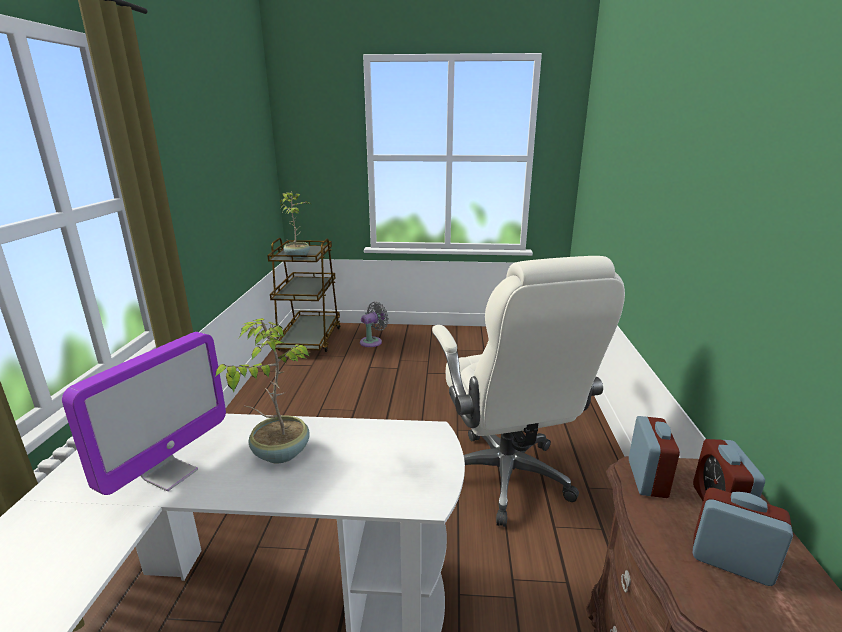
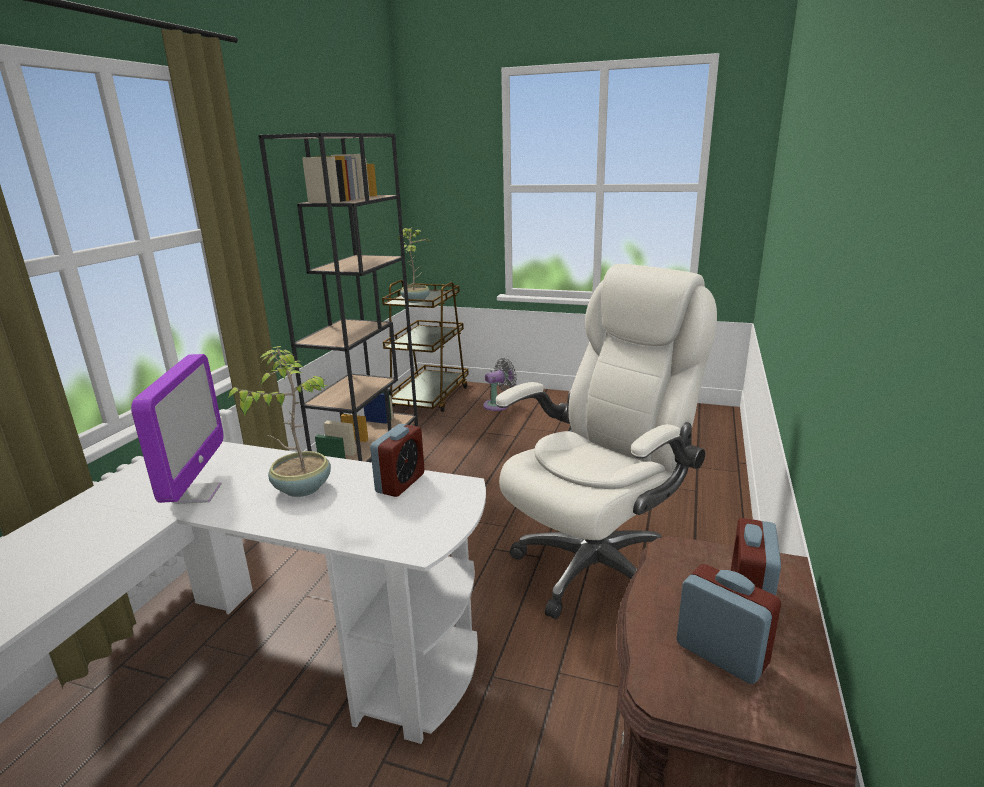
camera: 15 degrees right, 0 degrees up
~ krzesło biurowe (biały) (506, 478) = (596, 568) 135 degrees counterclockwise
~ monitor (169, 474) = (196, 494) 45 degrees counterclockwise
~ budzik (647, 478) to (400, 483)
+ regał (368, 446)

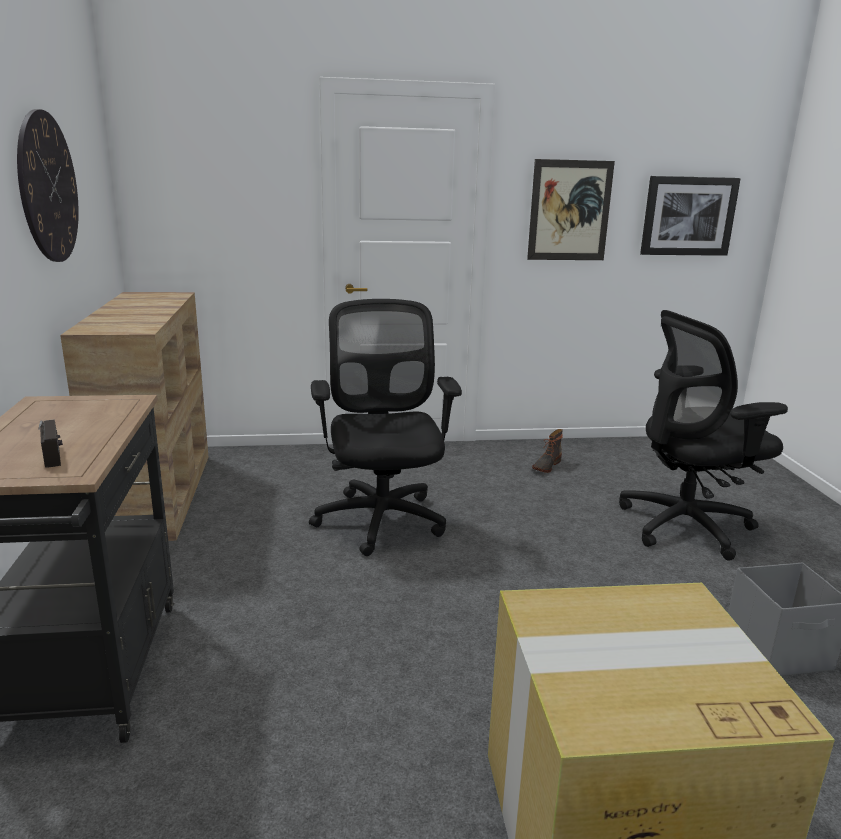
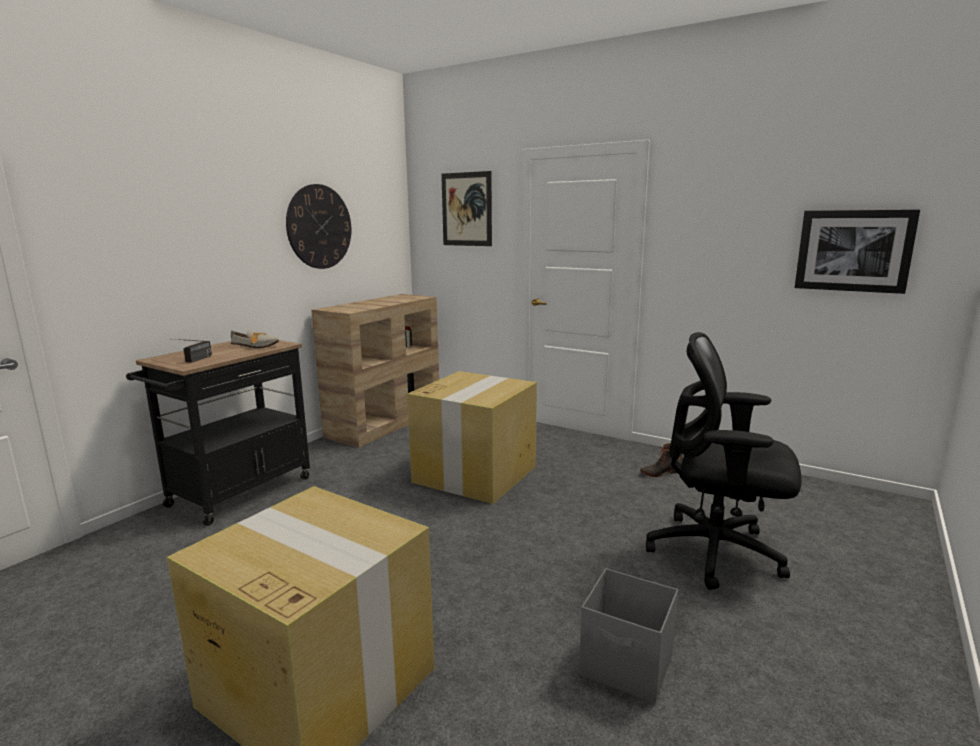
camera: 40 degrees right, 5 degrees down
~ obraz (569, 211) to (466, 209)
~ krzesło biurowe (czarny) (383, 524) to karton (476, 473)
+ but (256, 346)

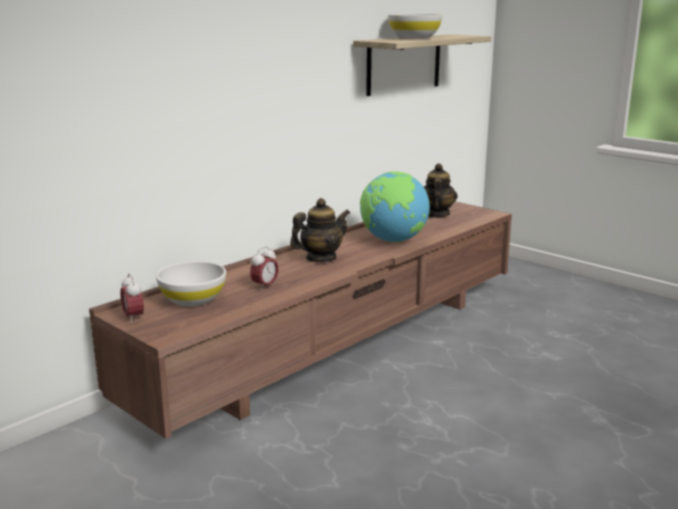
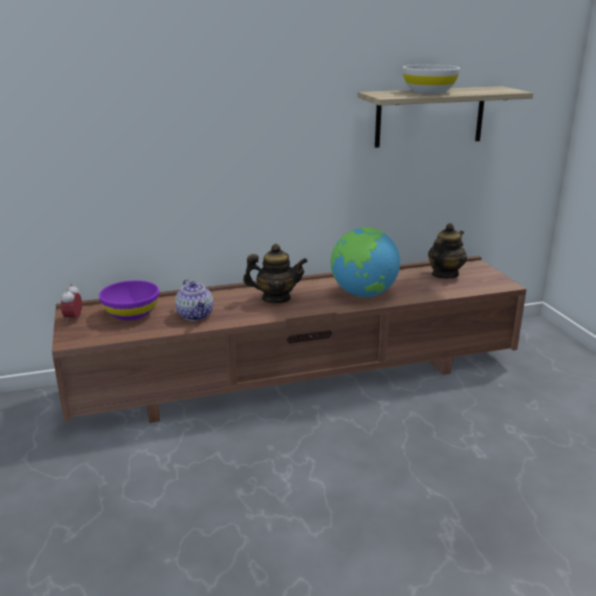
camera: 30 degrees right, 5 degrees up
~ budzik (265, 286) to imbryk (196, 315)
~ miska (biały) (193, 299) to miska (fioletowy) (131, 314)

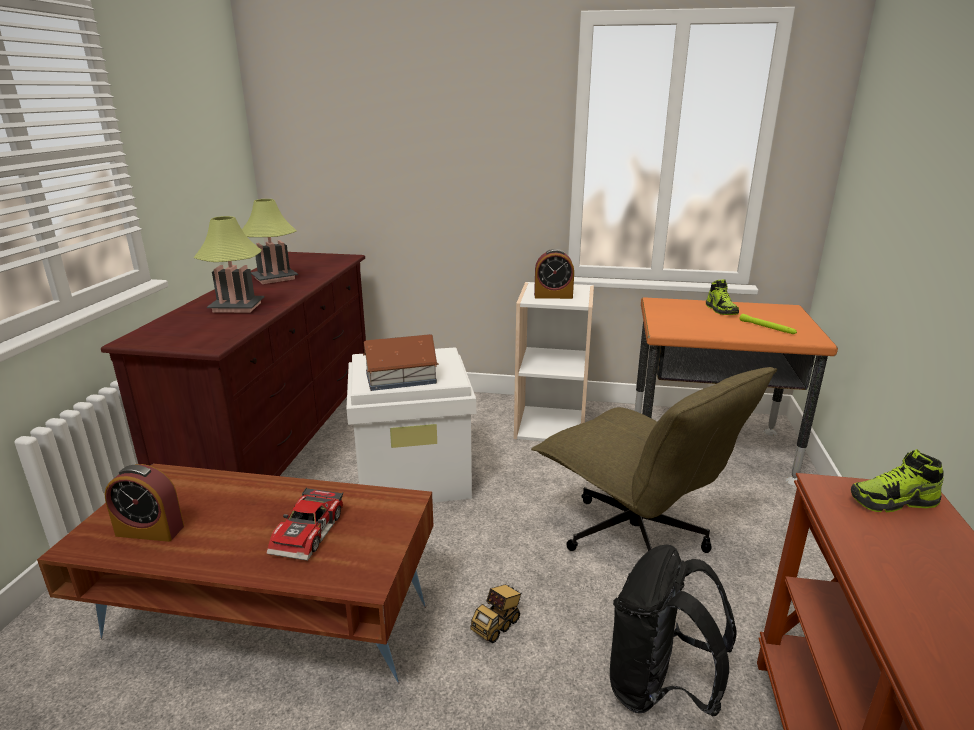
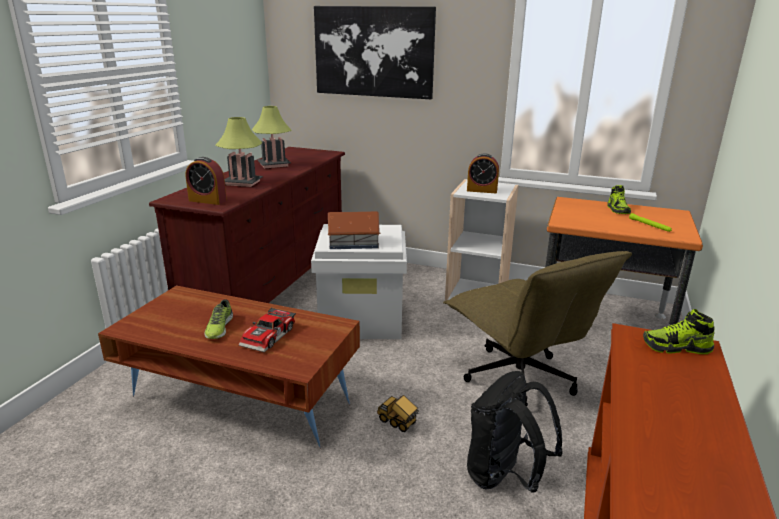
camera: 10 degrees right, 0 degrees up
~ budzik (150, 530) to (207, 200)
~ ciężarówka zabawkowa (497, 625) = (398, 422) 75 degrees clockwise
+ obraz (373, 52)
+ but (219, 328)

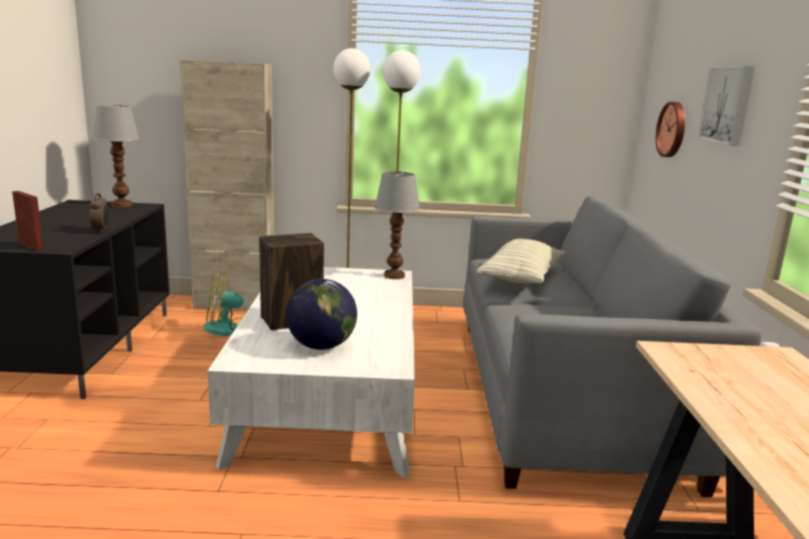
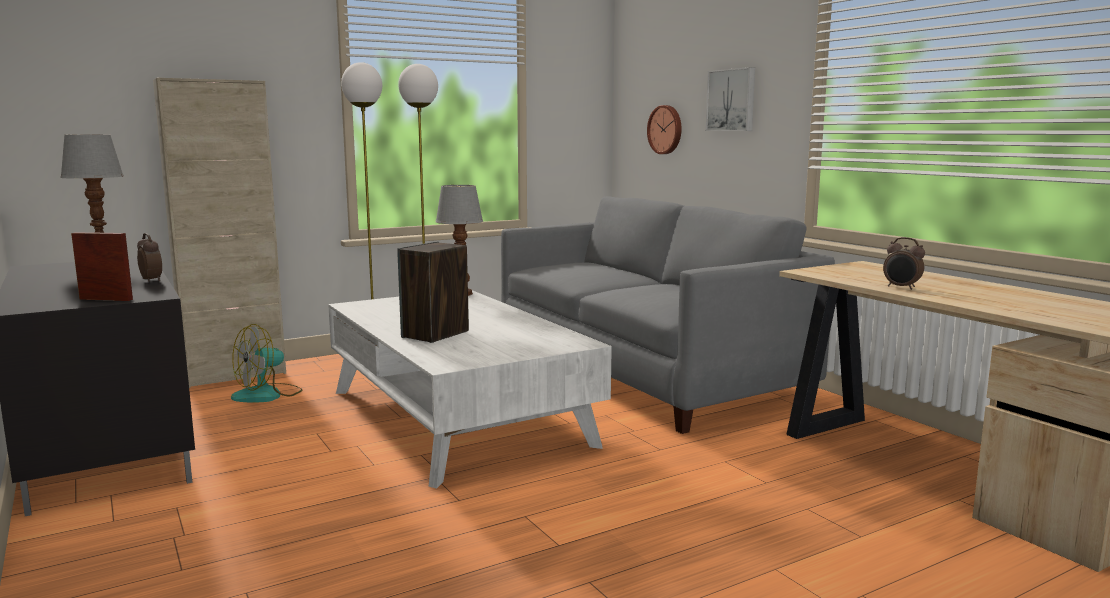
camera: 30 degrees left, 5 degrees down
- poduszka (521, 278)
- globus (321, 346)
+ budzik (901, 287)

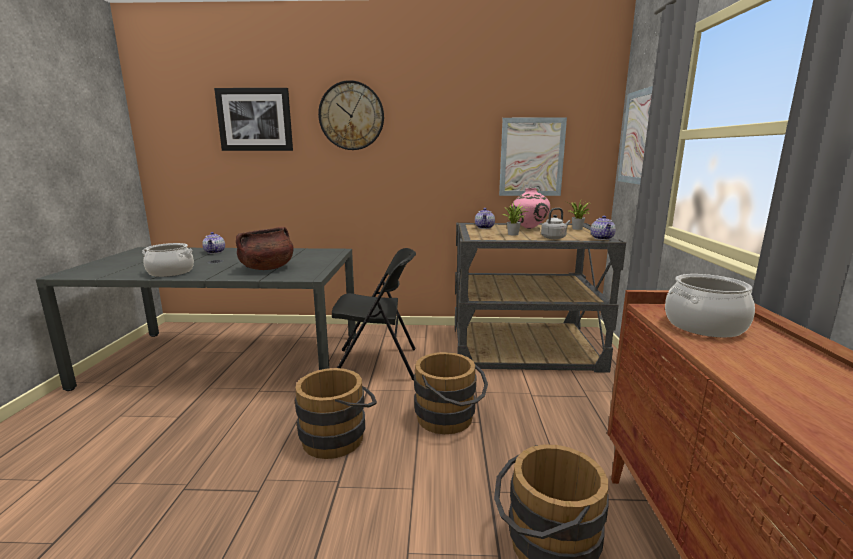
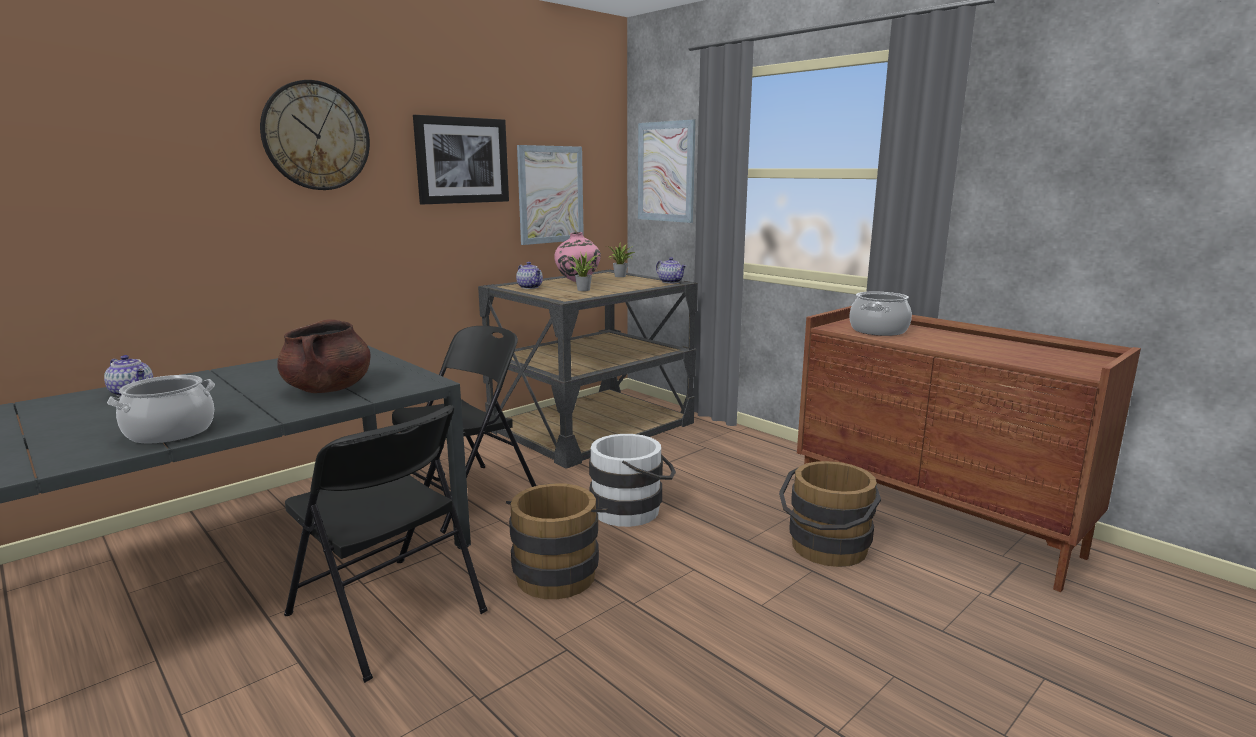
camera: 45 degrees left, 0 degrees up
~ obraz (255, 120) to (462, 160)
- czajnik (szary) (554, 238)
~ wiadro (brązowy) (449, 419) to wiadro (biały) (633, 510)
+ krzesło (czarny) (386, 614)

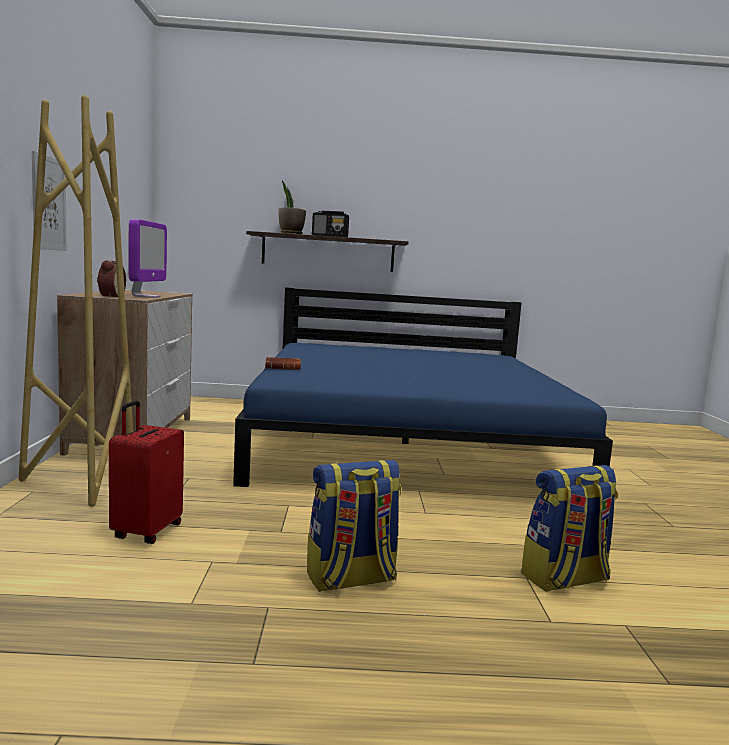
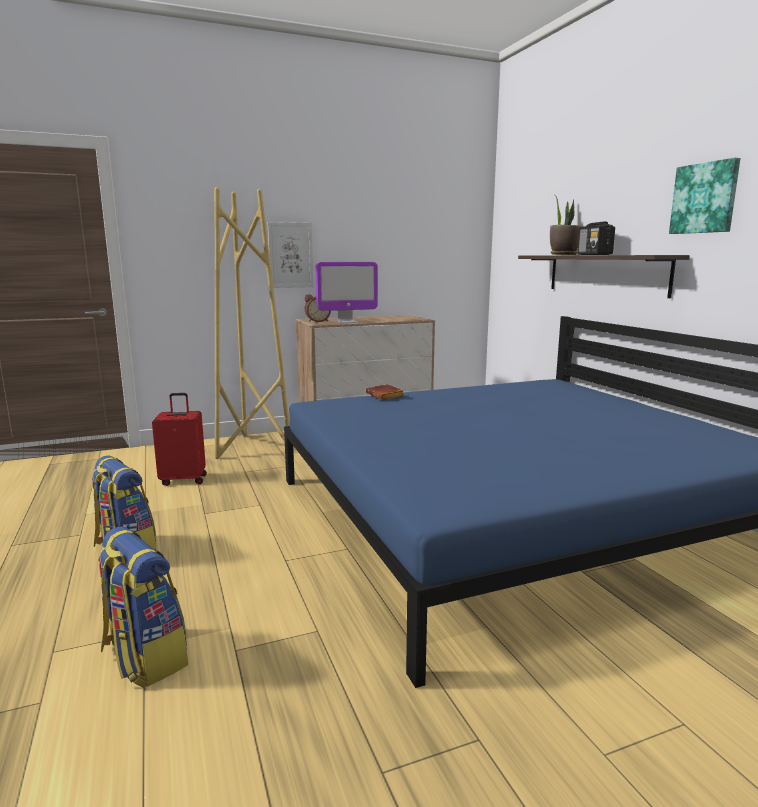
camera: 70 degrees right, 5 degrees up
+ obraz (705, 198)

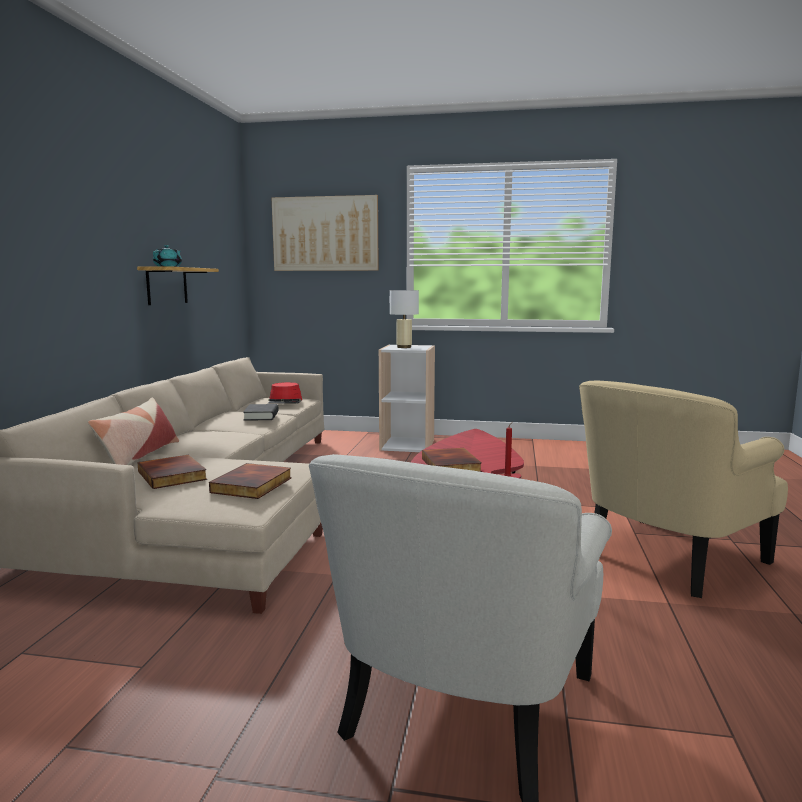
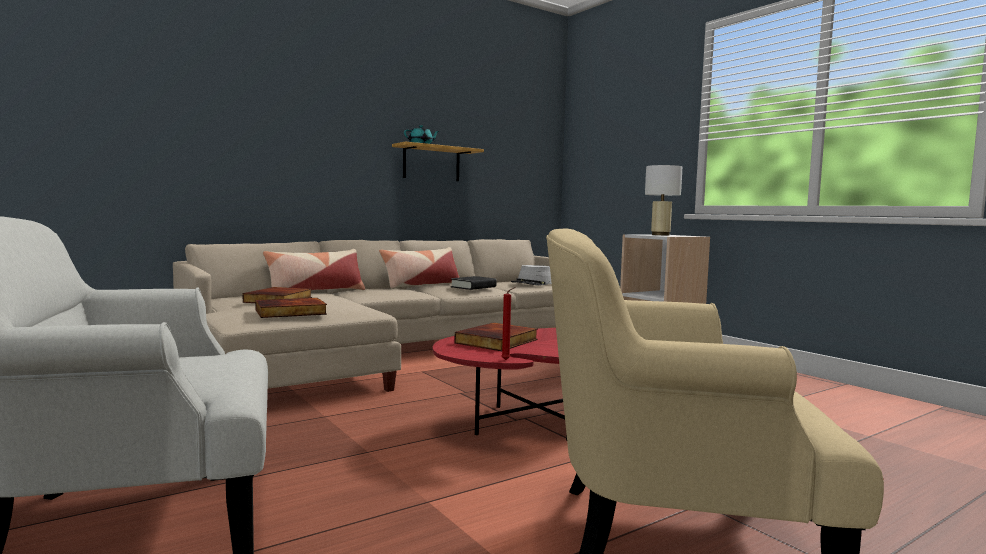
camera: 45 degrees right, 5 degrees down
- obraz (325, 234)
~ kapelusz (czerwony) (285, 401) to kapelusz (szary) (533, 283)
+ poduszka (421, 286)

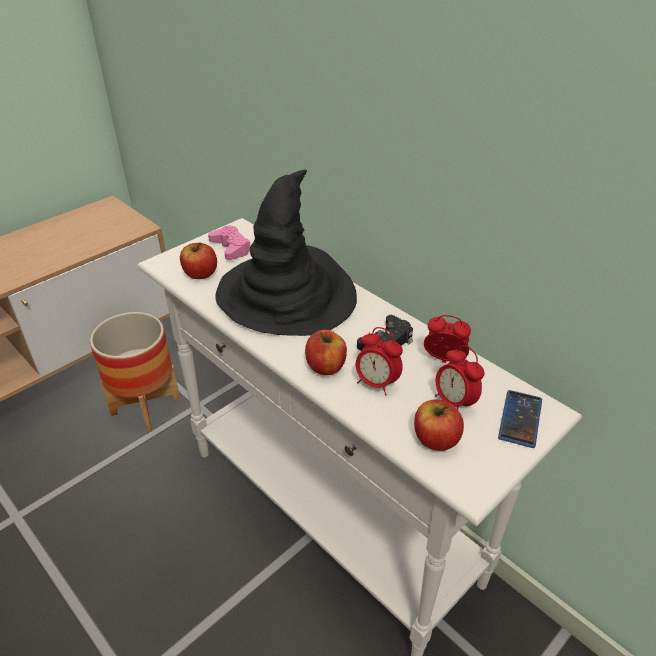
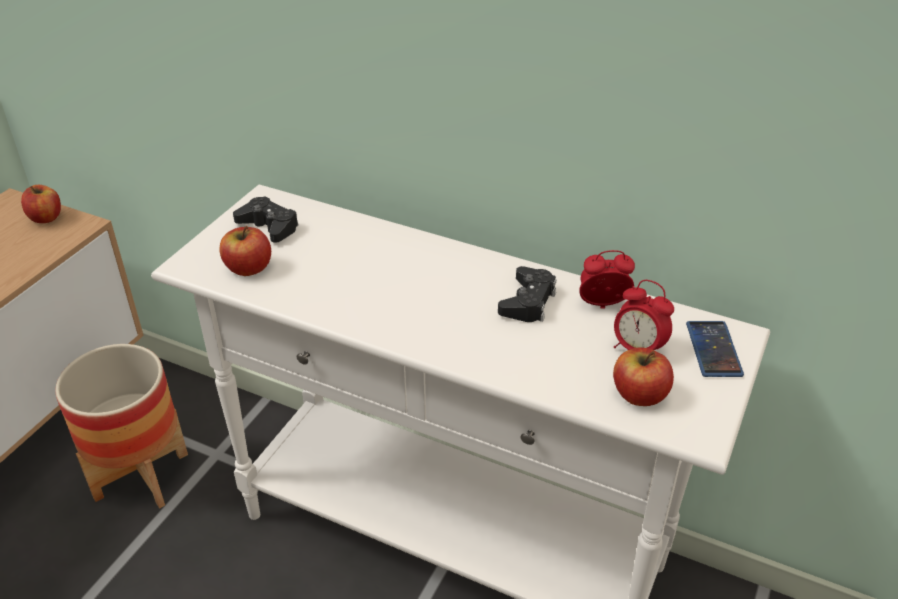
camera: 20 degrees left, 0 degrees up
- kapelusz (czarny) (287, 295)
~ pad do gier (różowy) (231, 248) to pad do gier (czarny) (269, 226)
- budzik (376, 383)
~ jabłko (326, 366) to (46, 218)

